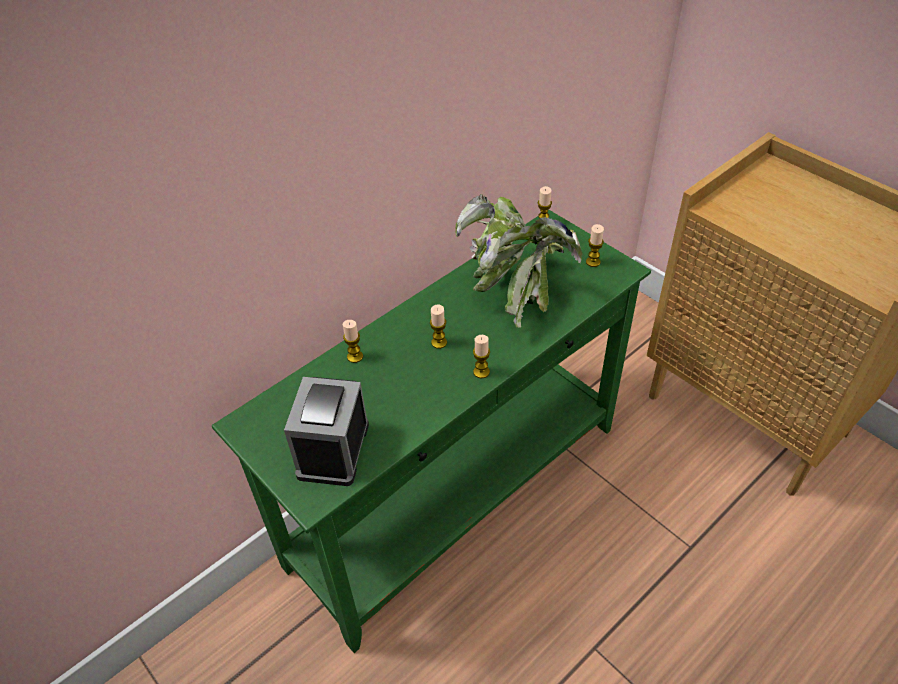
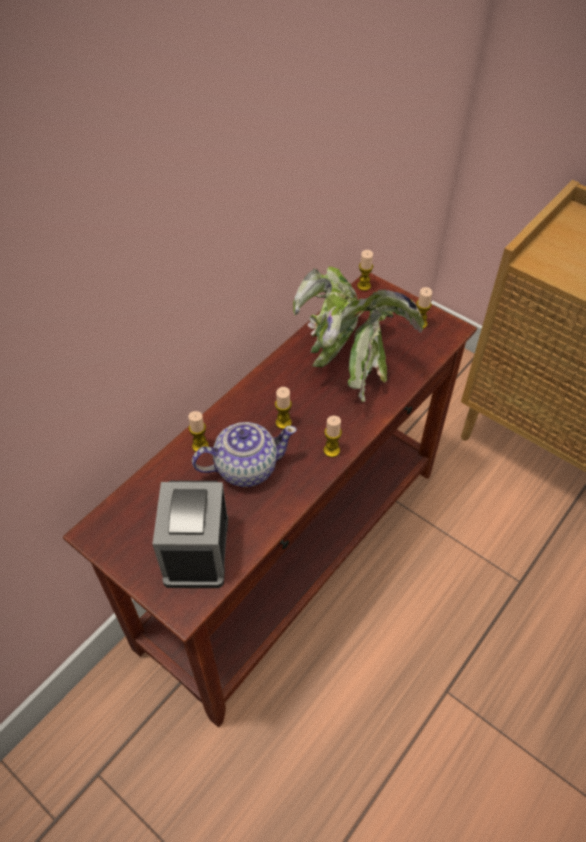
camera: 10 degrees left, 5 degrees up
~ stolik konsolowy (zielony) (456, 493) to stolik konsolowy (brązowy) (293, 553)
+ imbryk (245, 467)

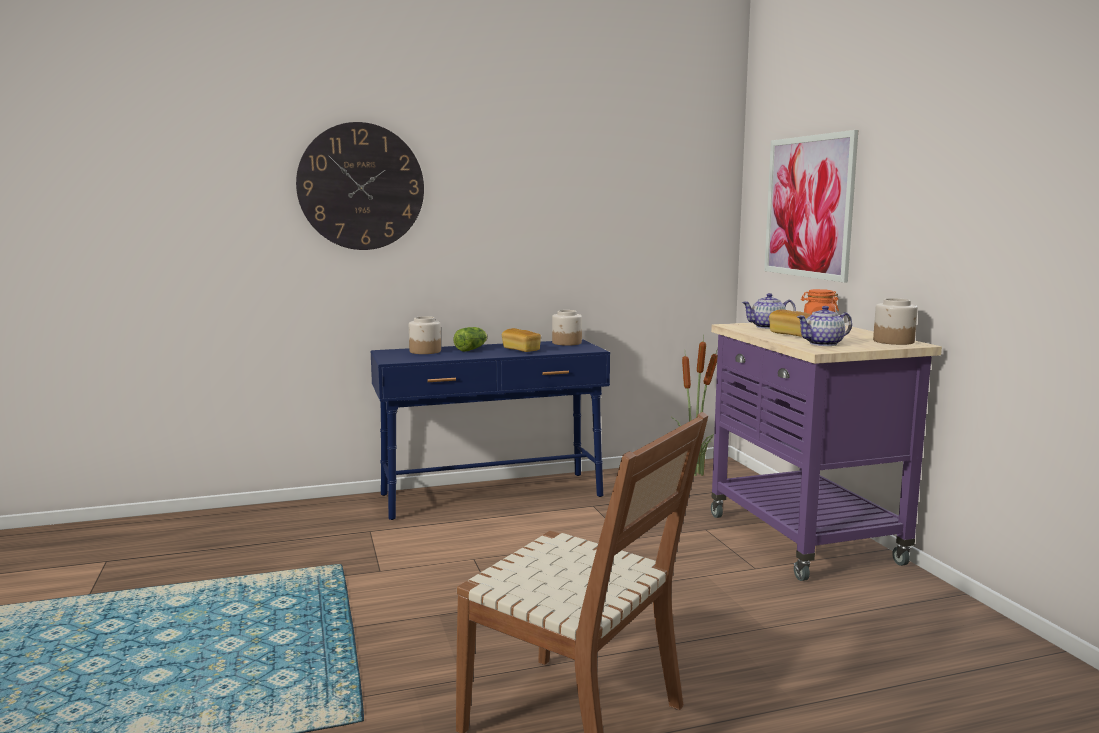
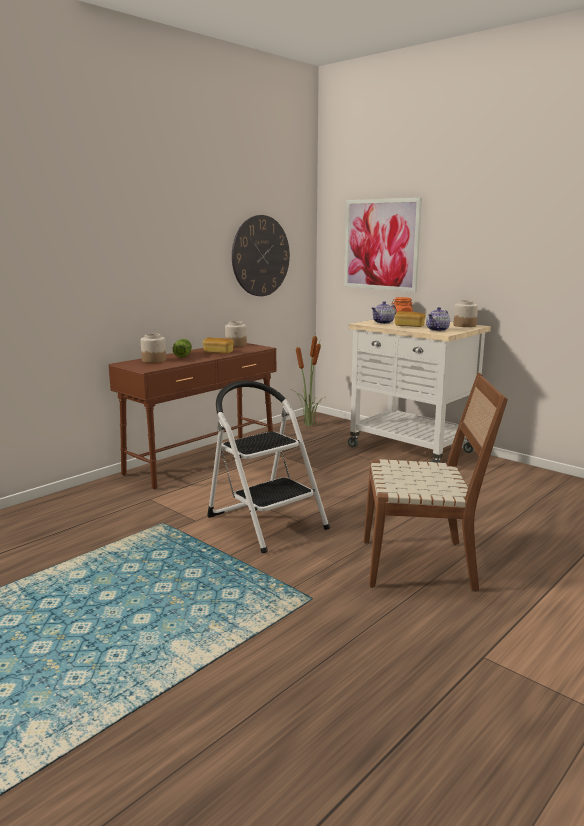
camera: 30 degrees left, 5 degrees up
~ zegar ścienny (361, 187) to (260, 256)
~ wózek (fioletowy) (804, 540) to wózek (biały) (411, 450)
~ stolik konsolowy (niebieski) (492, 496) to stolik konsolowy (brązowy) (202, 461)
+ drabinka (265, 521)

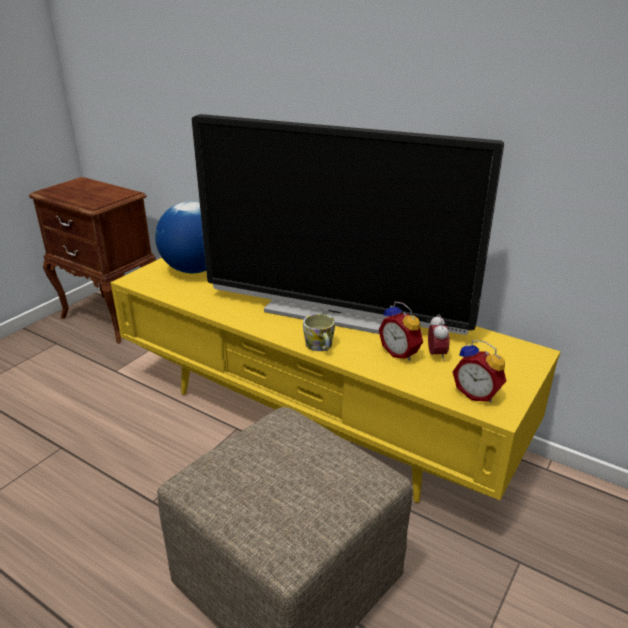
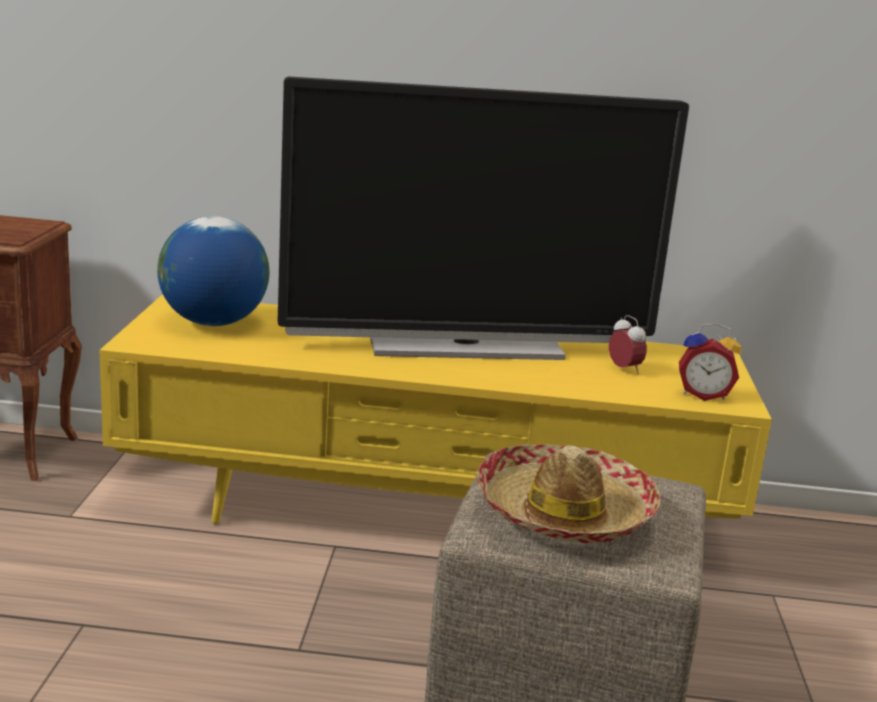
camera: 30 degrees left, 10 degrees down
- budzik (401, 353)
- kubek (320, 347)
+ kapelusz (564, 512)

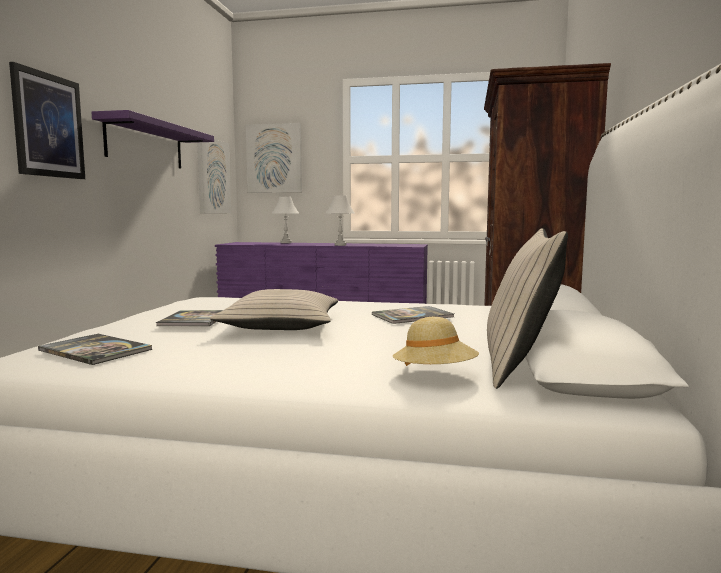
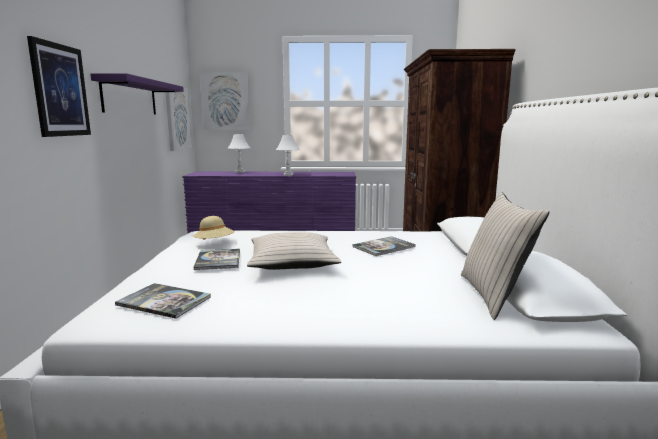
camera: 10 degrees left, 5 degrees up
~ kapelusz (beżowy) (435, 375) to (214, 243)

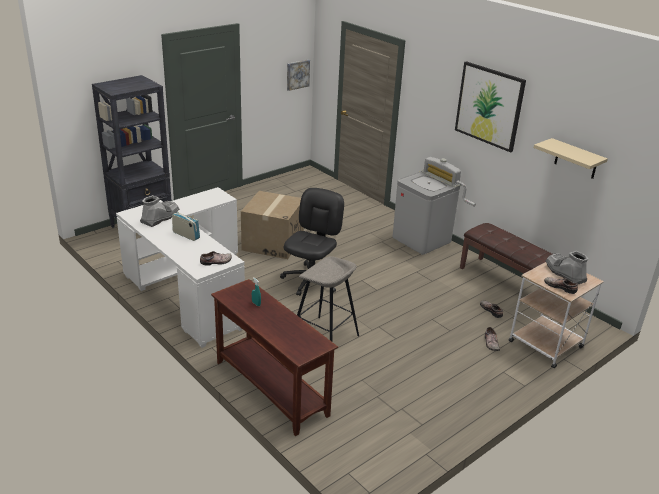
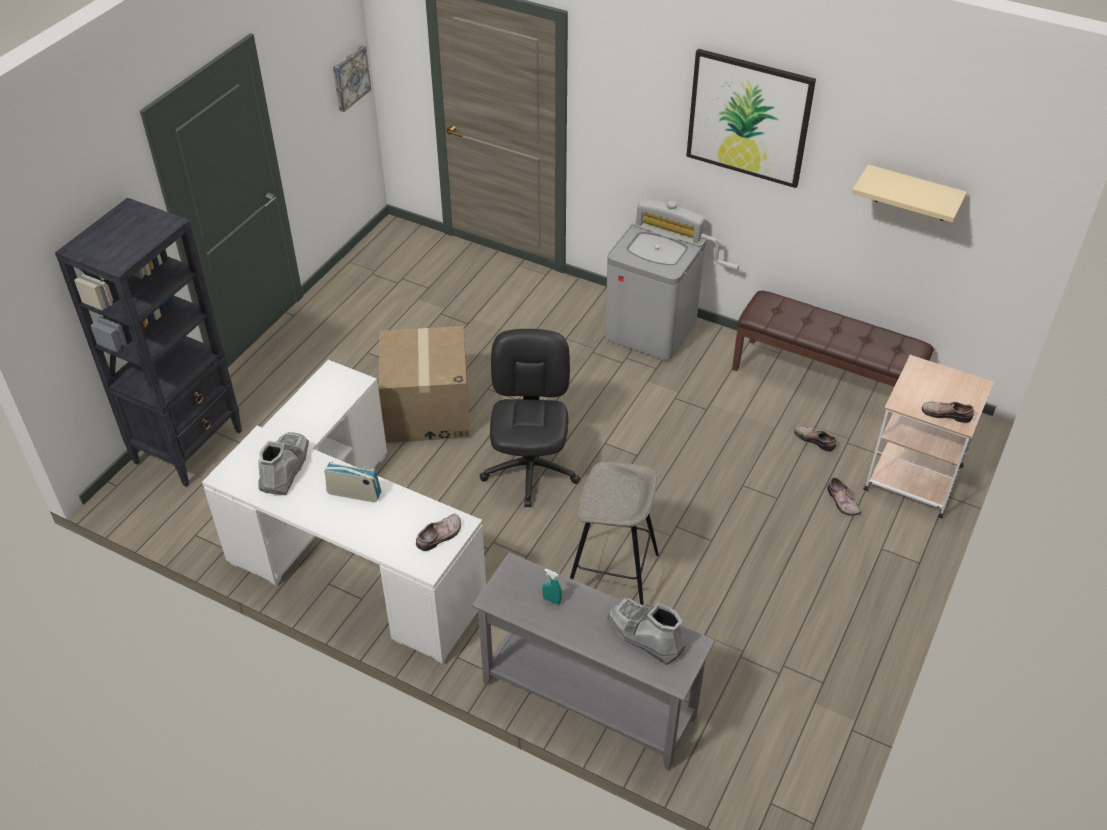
camera: 20 degrees left, 15 degrees up
~ but z cholewką (szary) (564, 273) to (645, 635)
~ stolik konsolowy (brązowy) (270, 388) to stolik konsolowy (szary) (587, 700)

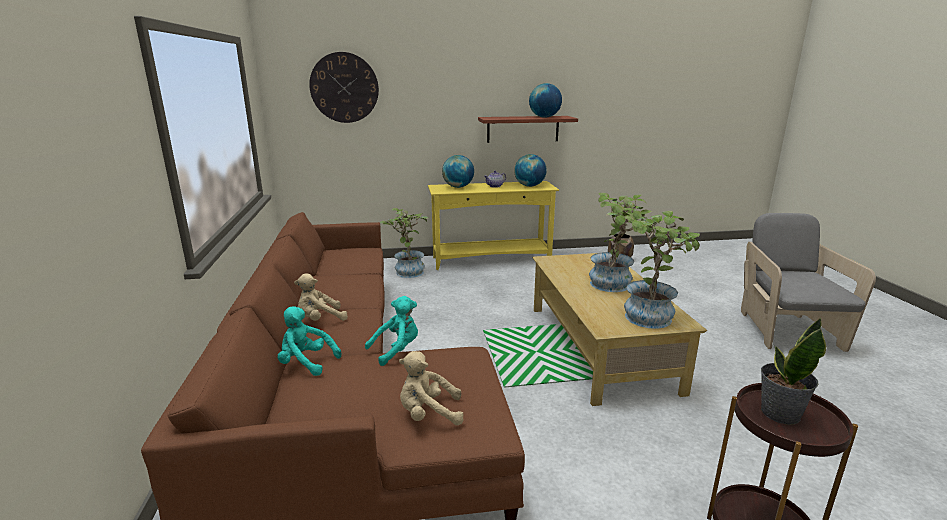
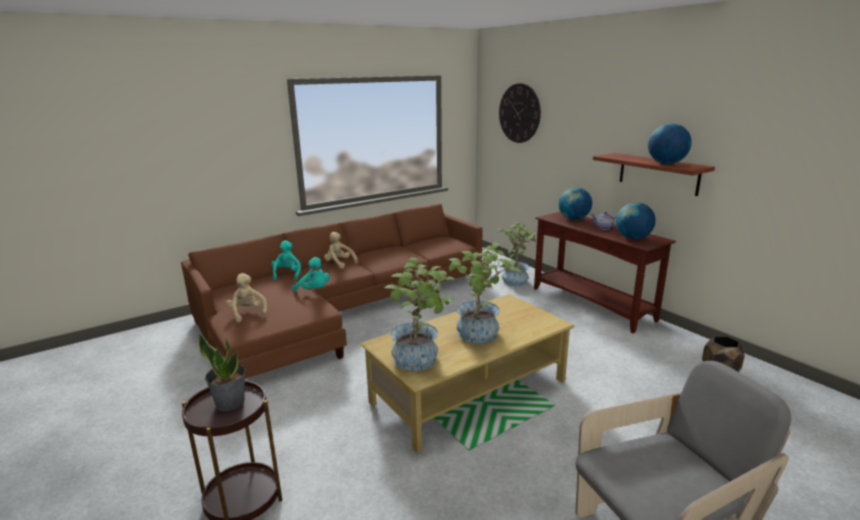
camera: 65 degrees right, 0 degrees up
~ stolik konsolowy (żółty) (491, 260) to stolik konsolowy (brązowy) (592, 304)

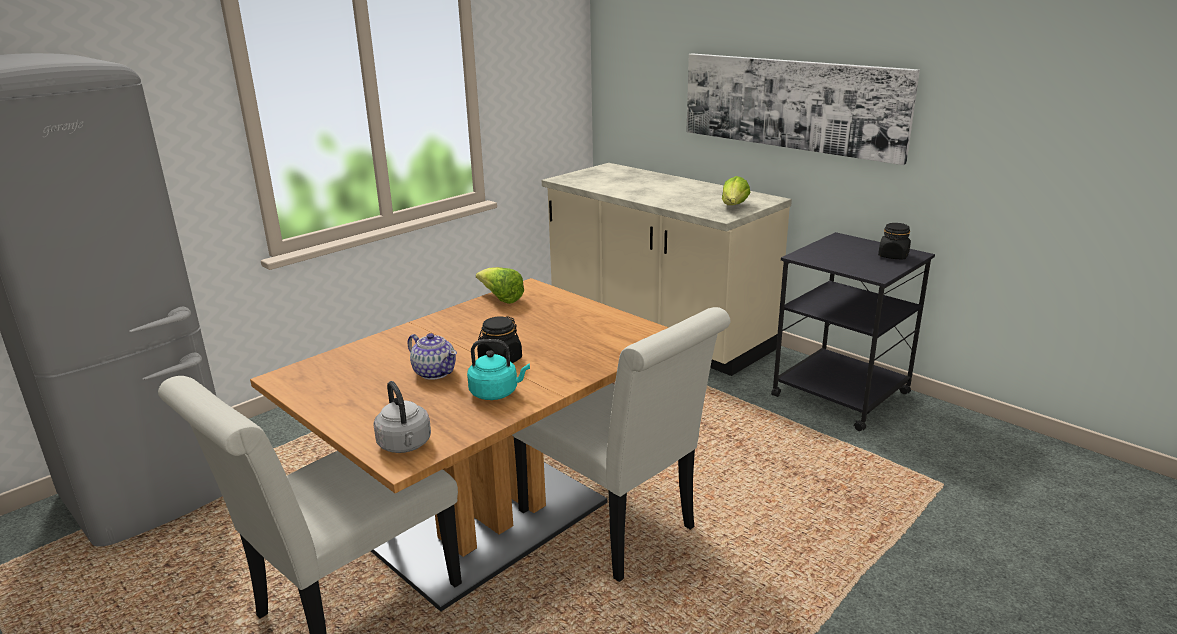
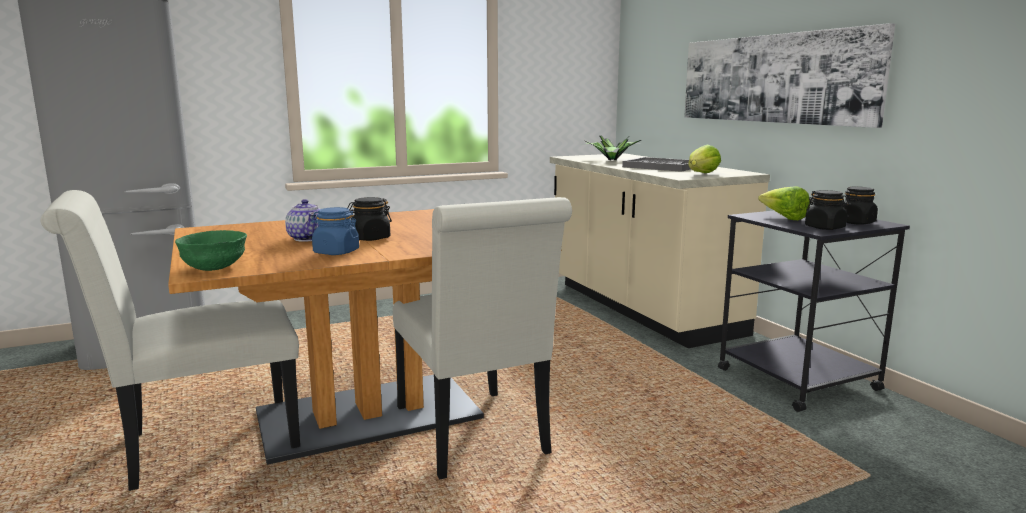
camera: 20 degrees right, 10 degrees down
~ sałata (501, 299) to (783, 218)
~ czajnik (turkusowy) (496, 393) to słoik (niebieski) (336, 252)
~ czajnik (szary) (405, 445) to miska (zielony) (215, 267)
+ roślina doniczkowa (611, 159)
+ taca (szary) (661, 167)
+ słoik (czarny) (825, 228)

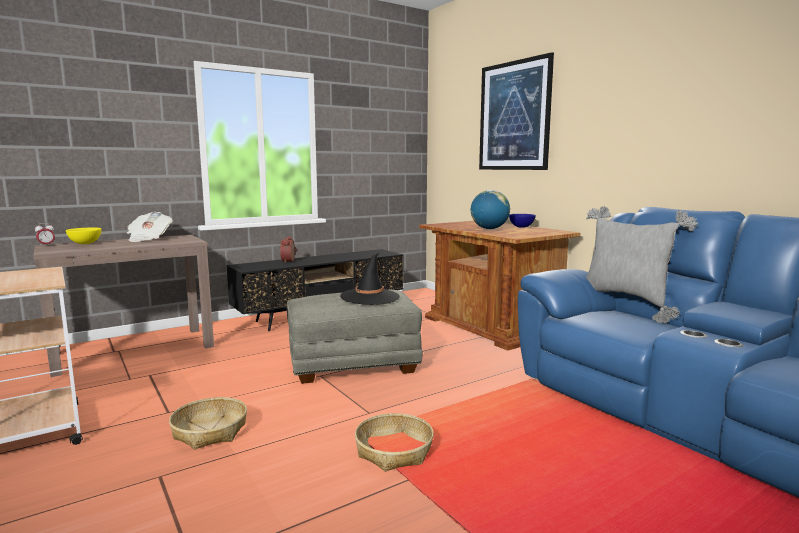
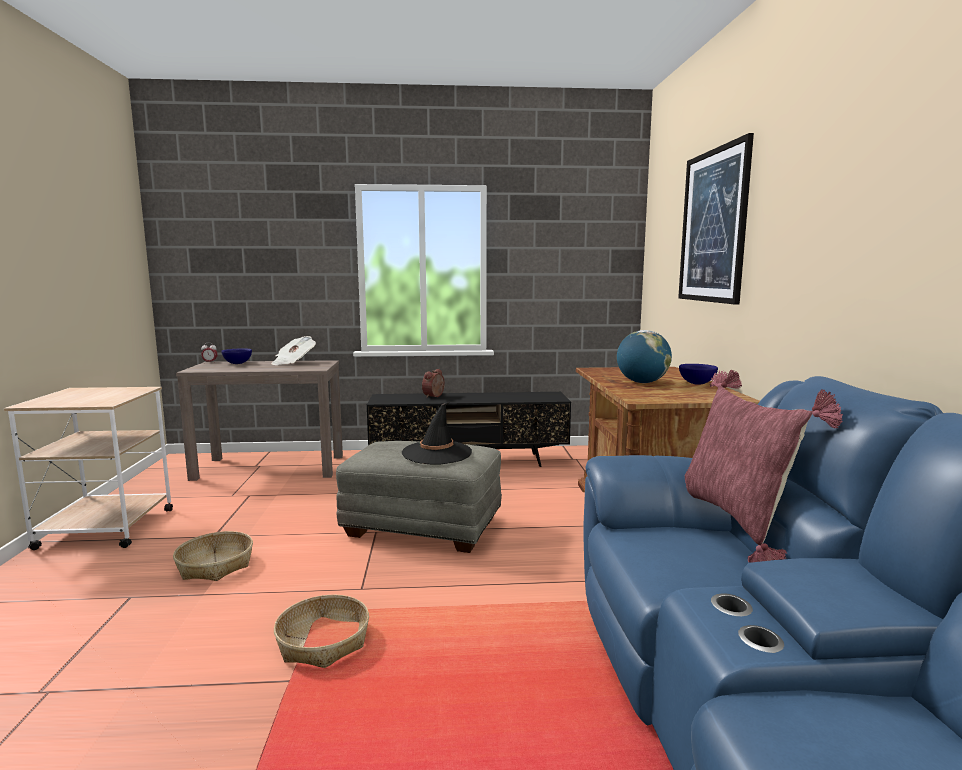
camera: 30 degrees right, 0 degrees up
~ poduszka (szary) (625, 311) to poduszka (czerwony) (736, 537)
~ miska (żółty) (85, 243) to miska (niebieski) (237, 363)

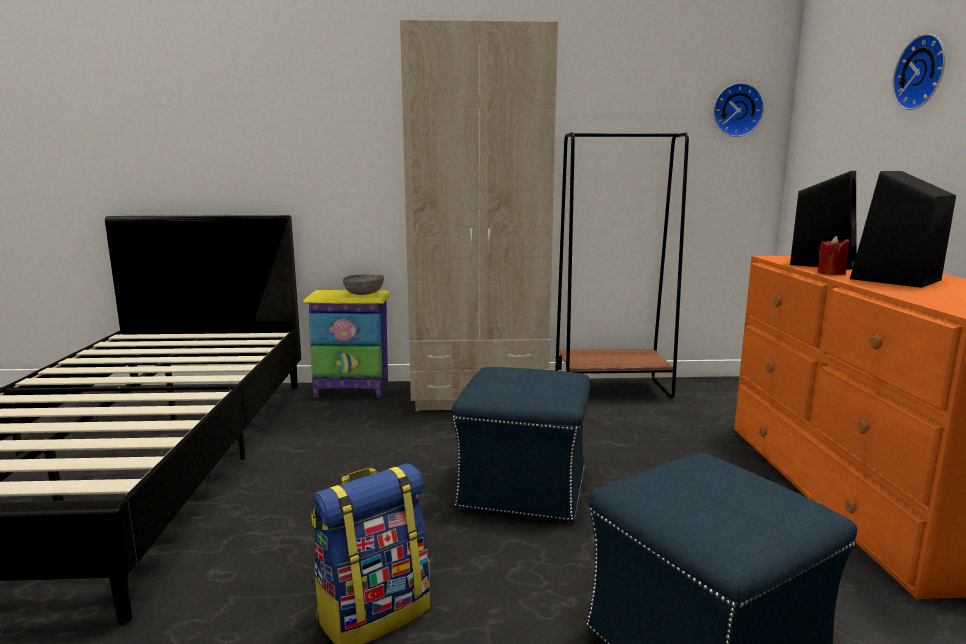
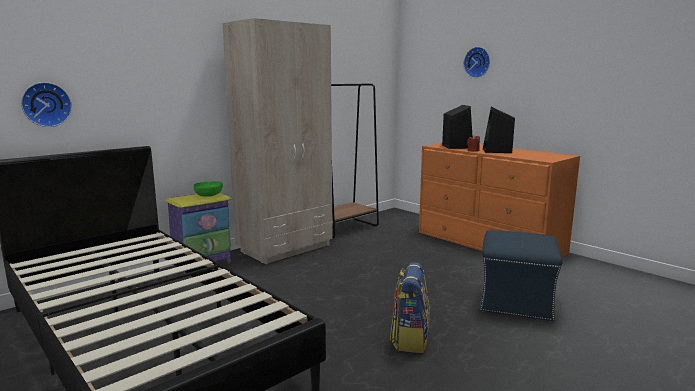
camera: 40 degrees left, 0 degrees up
~ zegar ścienny (736, 110) to (46, 104)
~ miska (szary) (364, 293) to miska (zielony) (208, 195)
- pufa (niebieski) (524, 488)

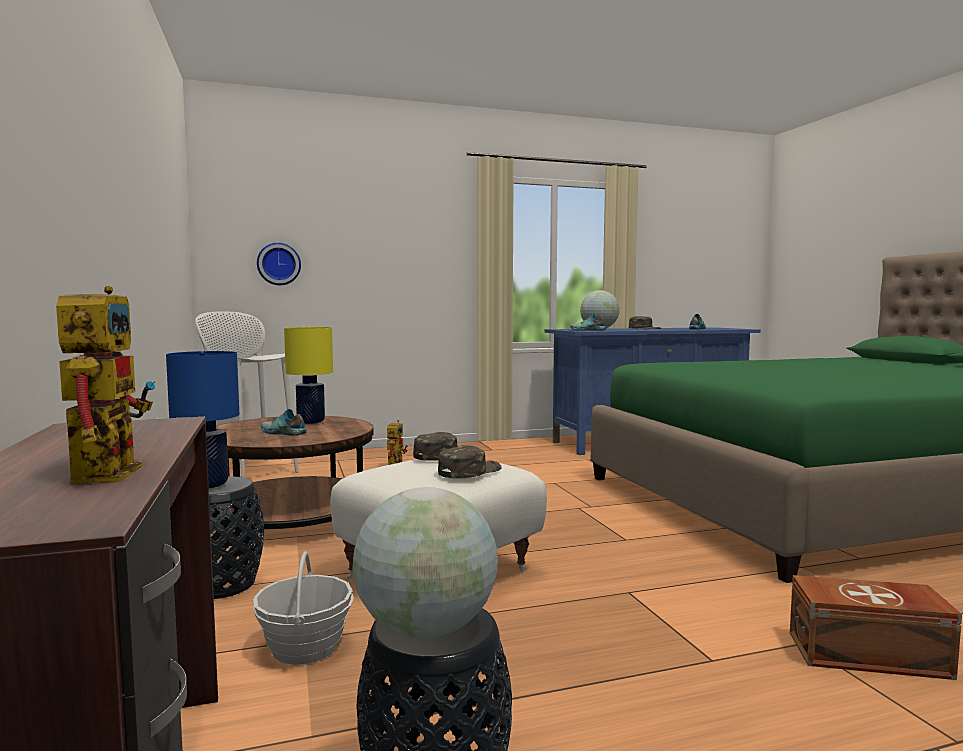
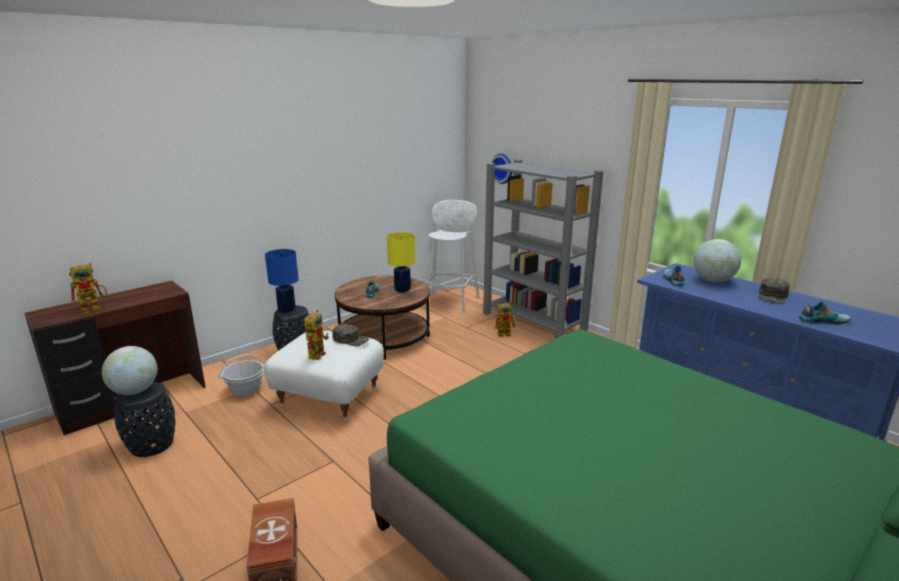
camera: 65 degrees right, 15 degrees up
~ czapka z daszkiem (zielony) (469, 471) to robot zabawkowy (317, 353)
+ regał (szary) (533, 322)

